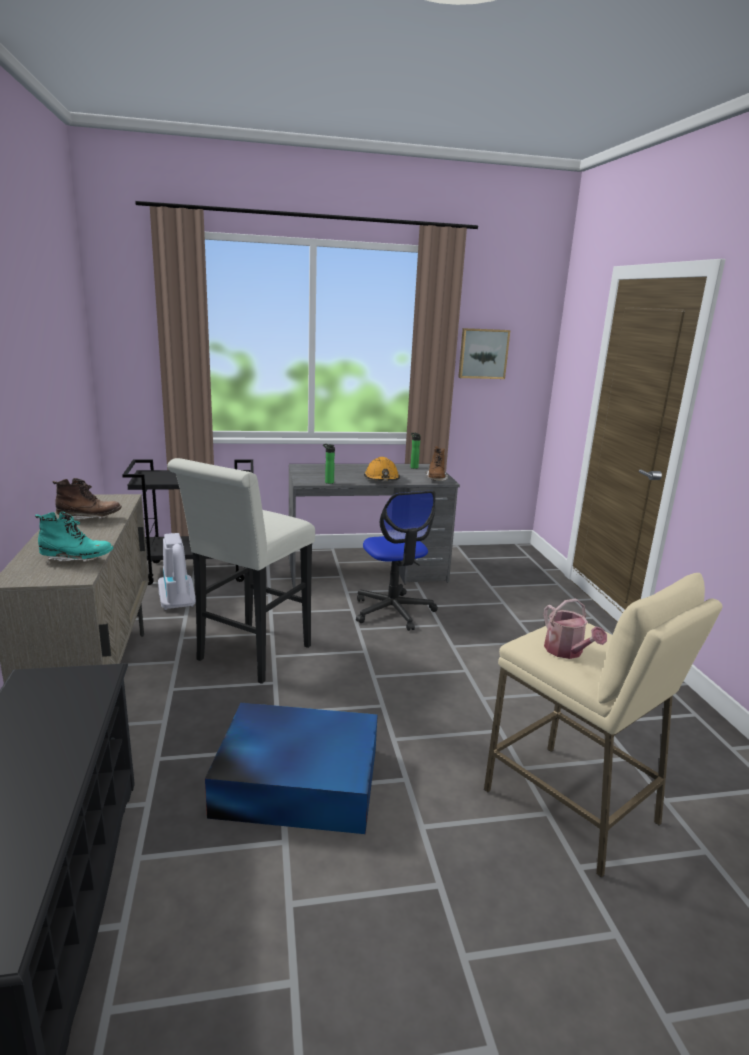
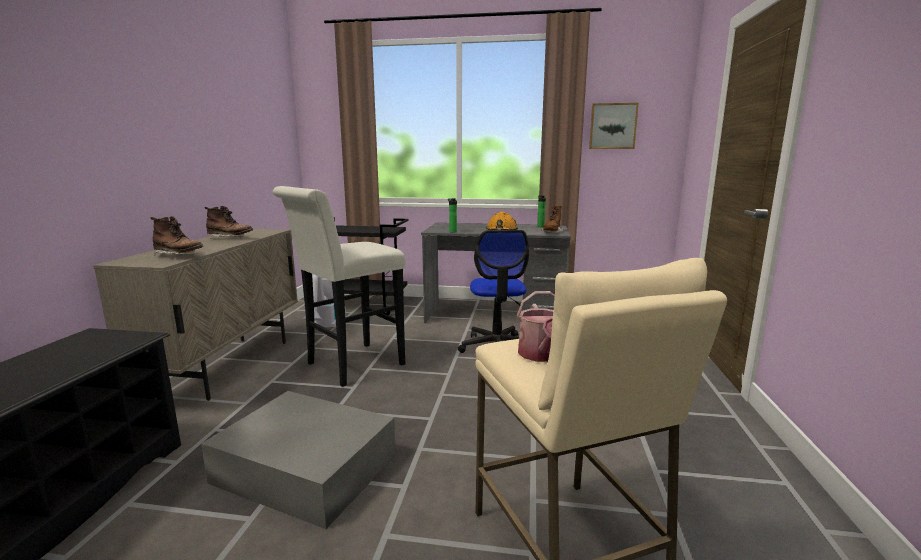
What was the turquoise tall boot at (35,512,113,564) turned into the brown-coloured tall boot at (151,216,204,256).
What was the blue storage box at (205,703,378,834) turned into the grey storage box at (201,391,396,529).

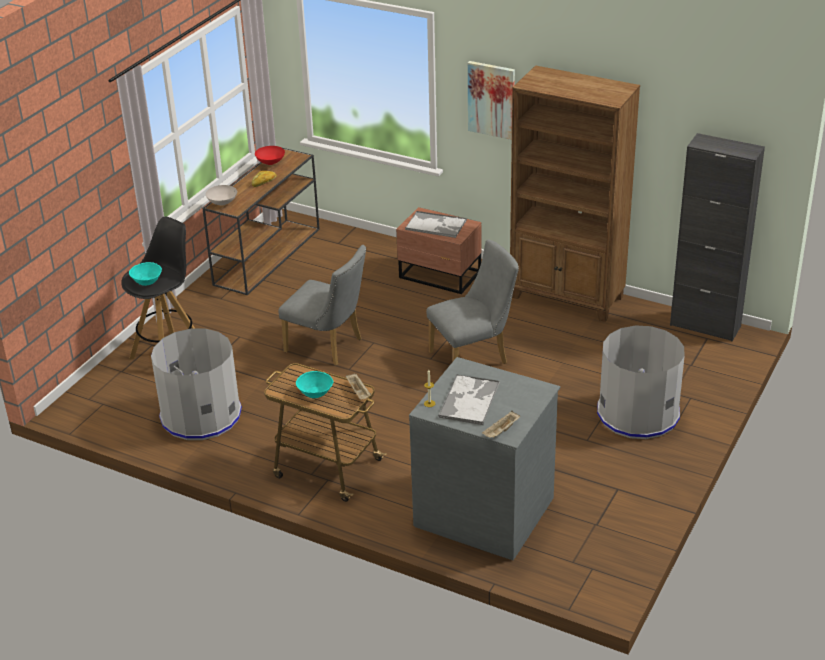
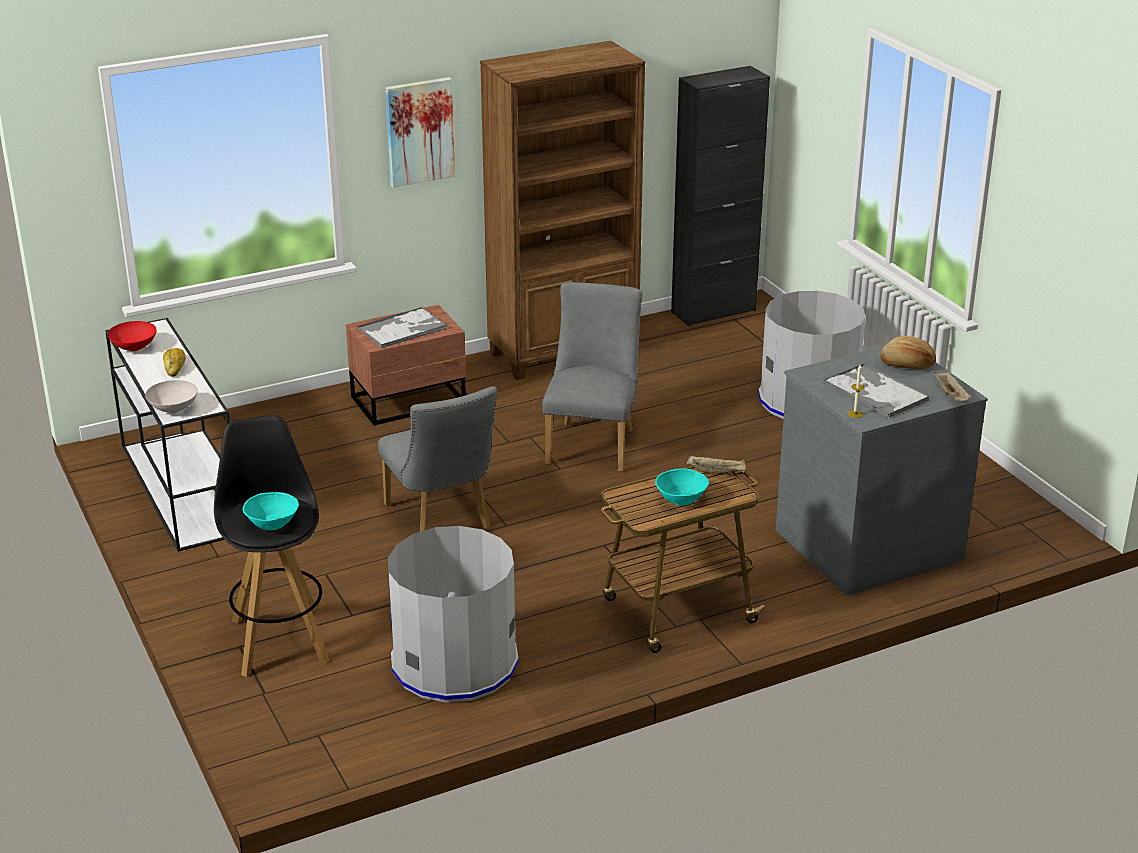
The second view gained the bakery bread at (880,336,936,369).
What was the brown-coloured console table at (203,148,320,295) turned into the whitish console table at (105,318,230,552).
The grey upright chair at (278,245,366,365) ended up facing another way, 90 degrees clockwise from before.

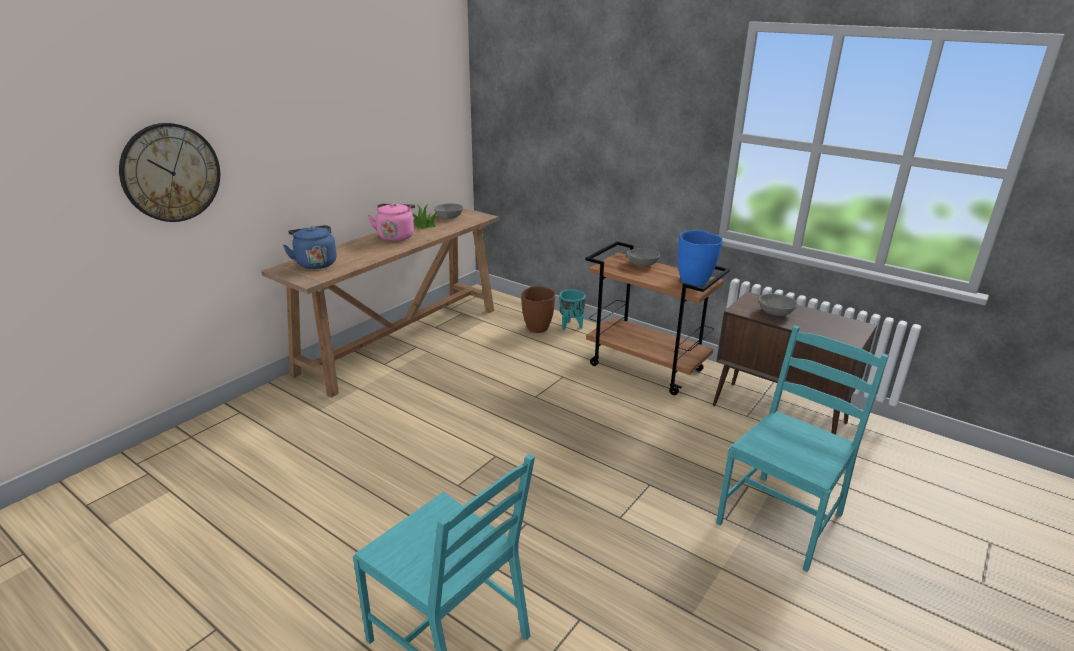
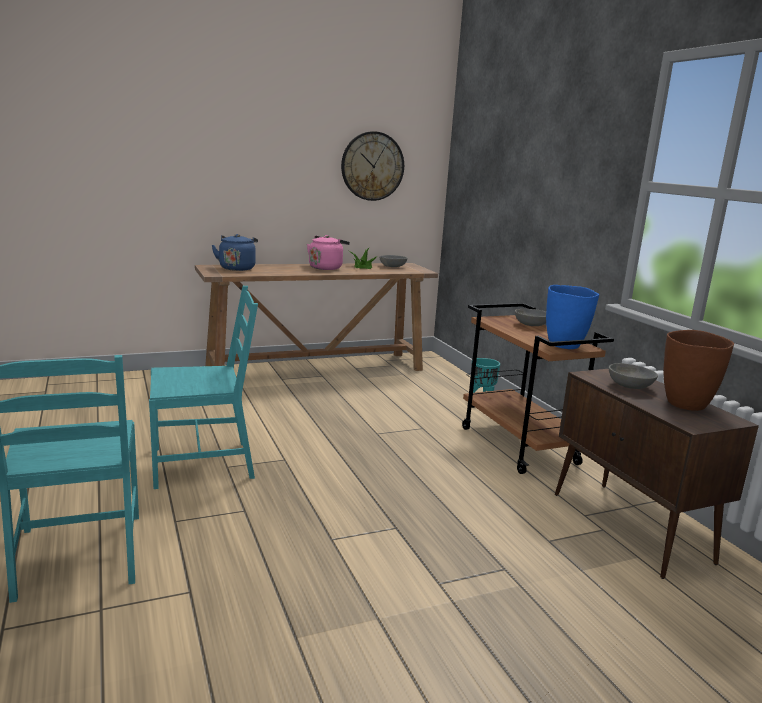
The clock on the wall ended up elsewhere, having gone from (119,123,220,222) to (341,131,404,201).
The brown-coloured vase ended up elsewhere, having gone from (521,286,555,333) to (663,330,734,411).
The turquoise upright chair ended up elsewhere, having gone from (716,326,889,572) to (149,286,258,489).

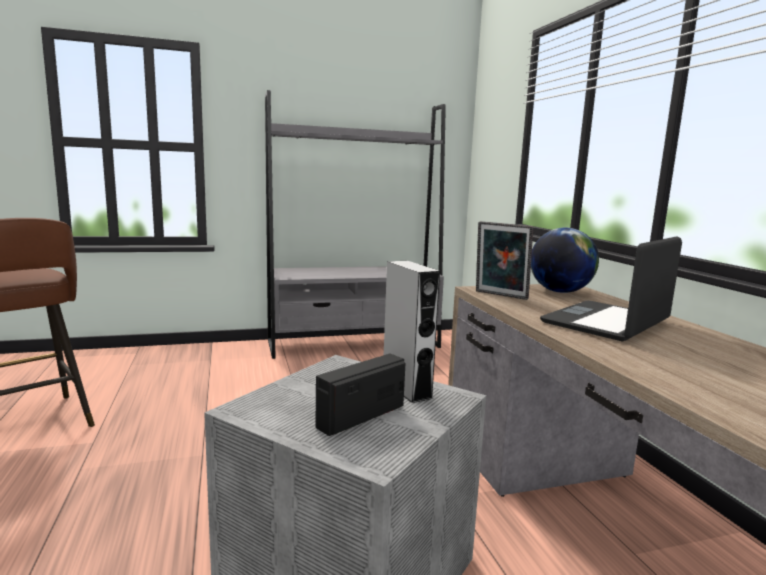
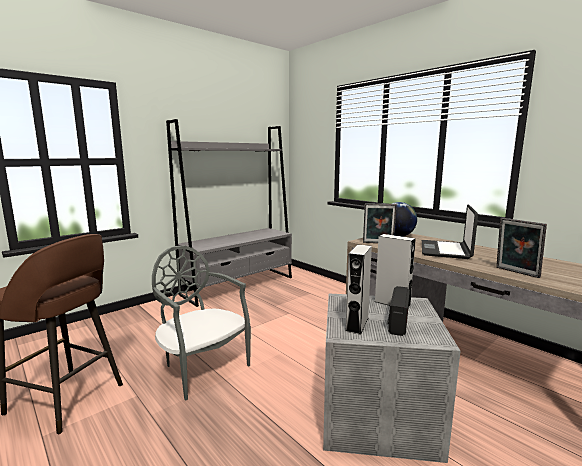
The second view gained the grey upright chair at (152,246,251,400).
The second view gained the grey speaker at (345,244,372,335).
The second view gained the standing frame at (496,218,547,278).

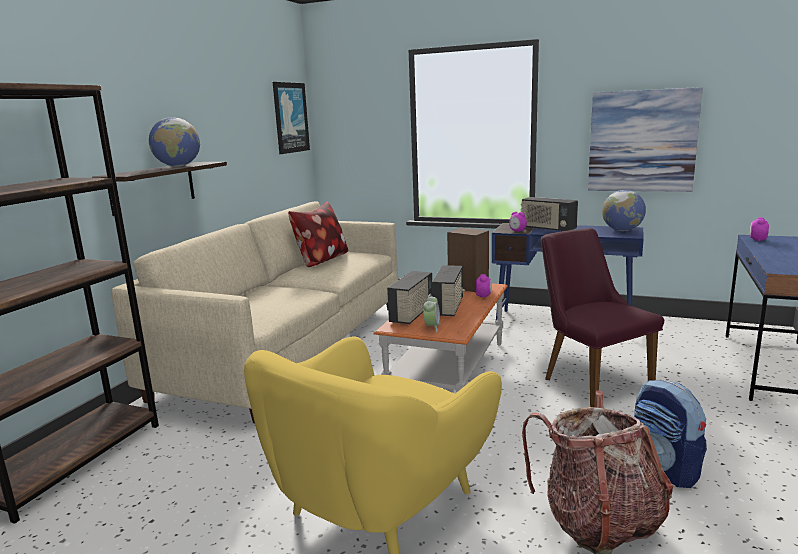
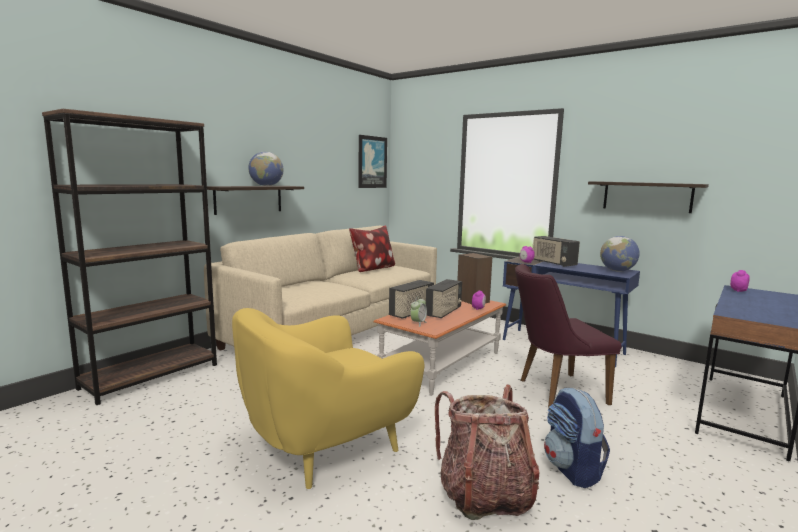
Where the wall art hung at (588,87,703,192), the wall shelf came to hang at (588,181,709,213).
The purple-coloured upright chair at (541,228,664,408) ended up facing another way, 90 degrees counterclockwise from before.

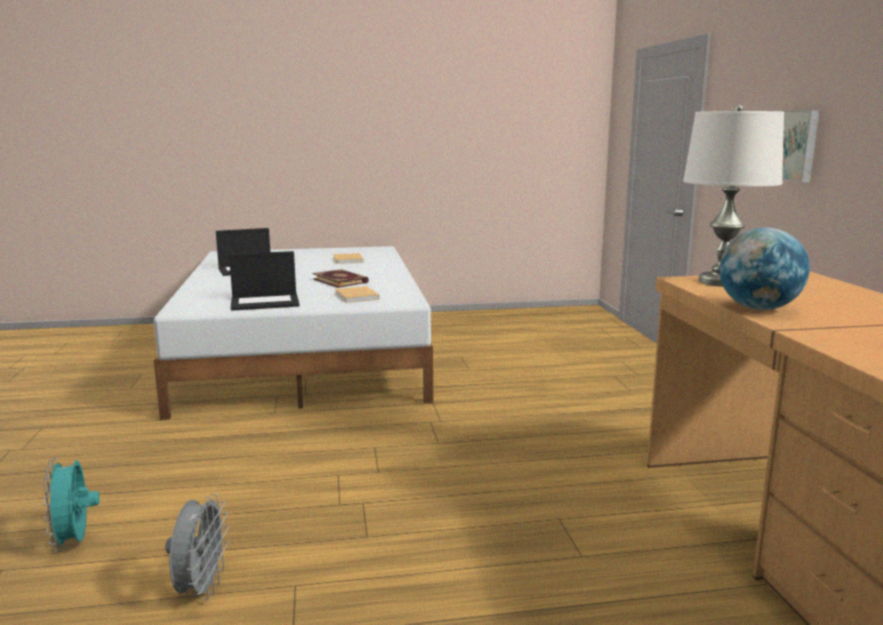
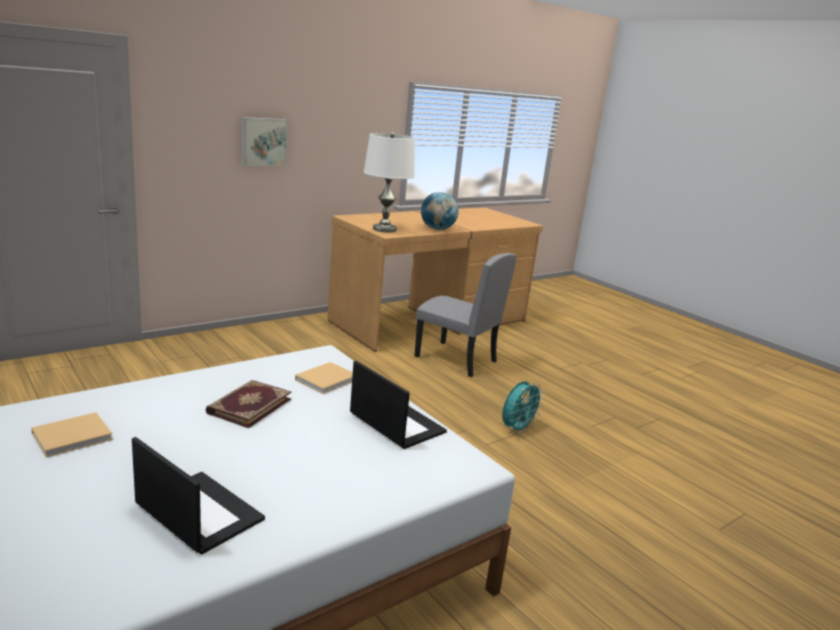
The second view lost the grey cooling fan at (165,493,229,600).
The second view gained the grey upright chair at (415,253,517,377).
The turquoise cooling fan ended up elsewhere, having gone from (43,457,100,551) to (502,381,544,435).

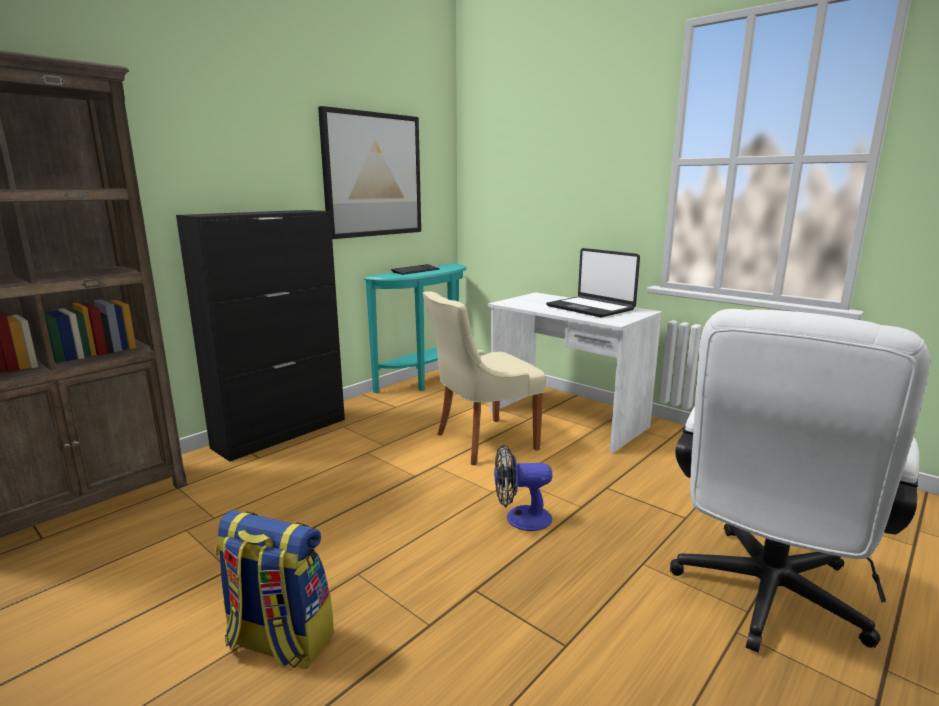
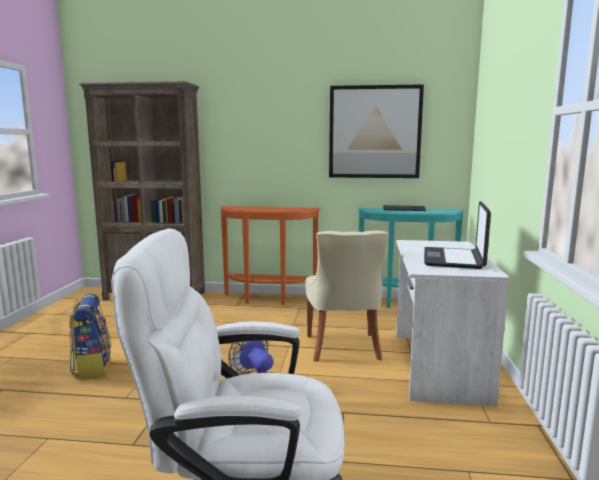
Where the blackish cupboard stood at (176,210,345,462), the orange-coloured console table came to stand at (220,206,320,305).
The sand-coloured upright chair at (423,291,546,465) ended up facing another way, 120 degrees counterclockwise from before.

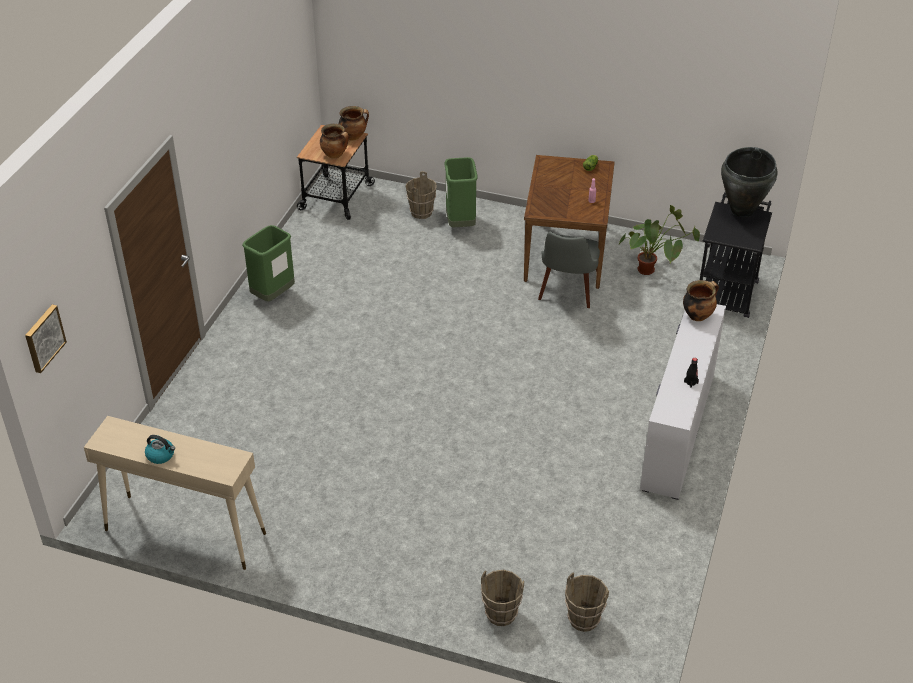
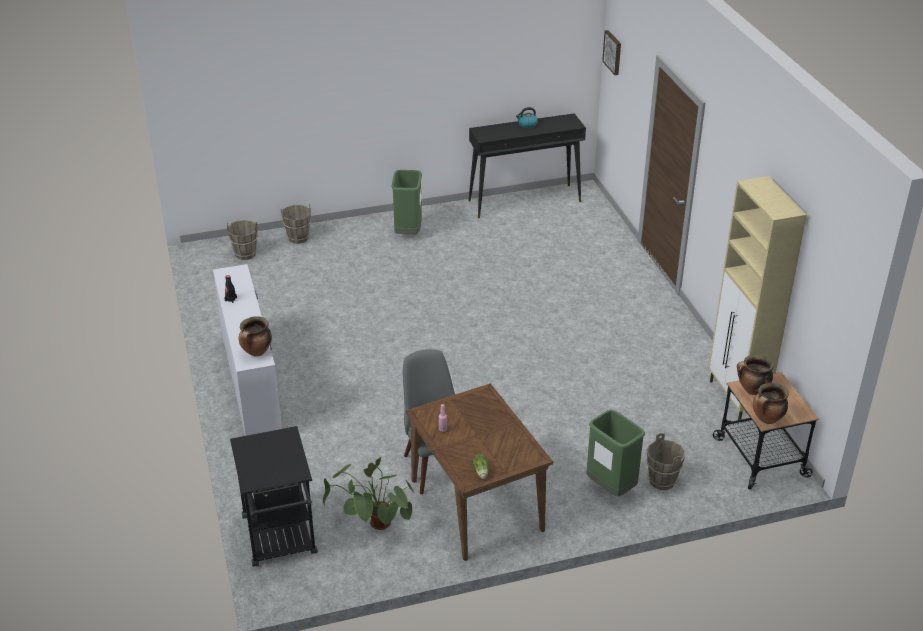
The second view lost the blackish vase at (721,147,778,218).
The second view gained the sand-coloured cupboard at (708,176,807,420).
The green trash can ended up elsewhere, having gone from (242,225,295,302) to (392,170,422,234).
What was the sand-coloured console table at (84,416,266,570) turned into the blackish console table at (468,113,586,218).

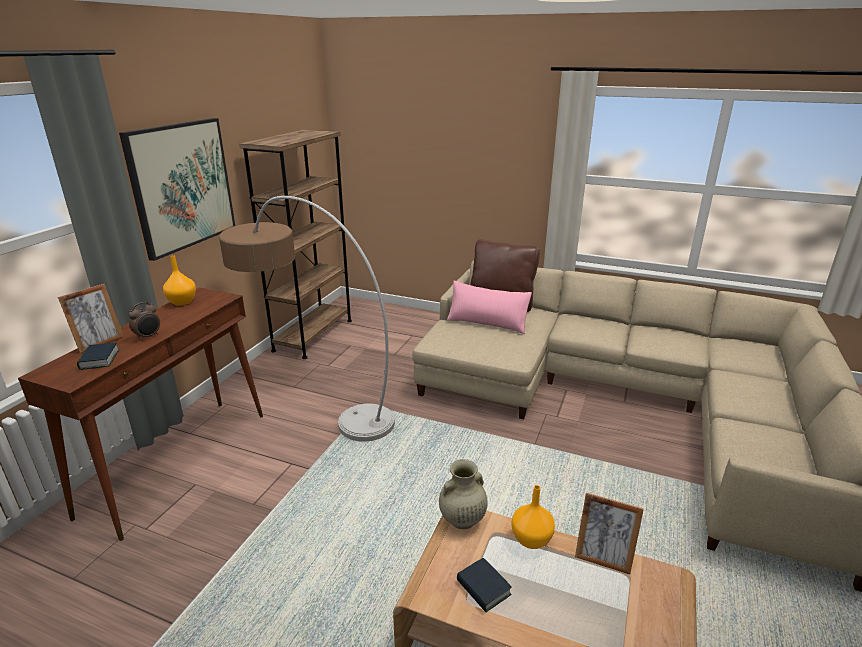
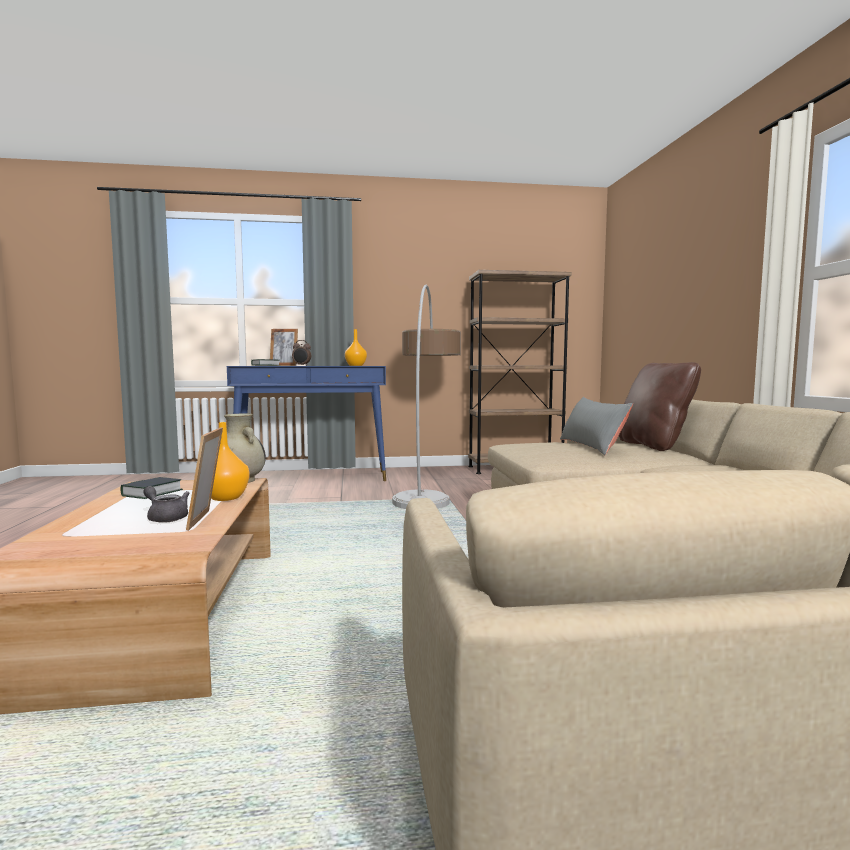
The second view lost the wall art at (119,118,235,261).
The second view gained the grey teapot at (143,486,189,523).
What was the brown-coloured console table at (18,288,263,541) turned into the blue console table at (227,366,386,481).
What was the pinkish pillow at (447,281,532,334) turned into the grey pillow at (560,397,633,455).

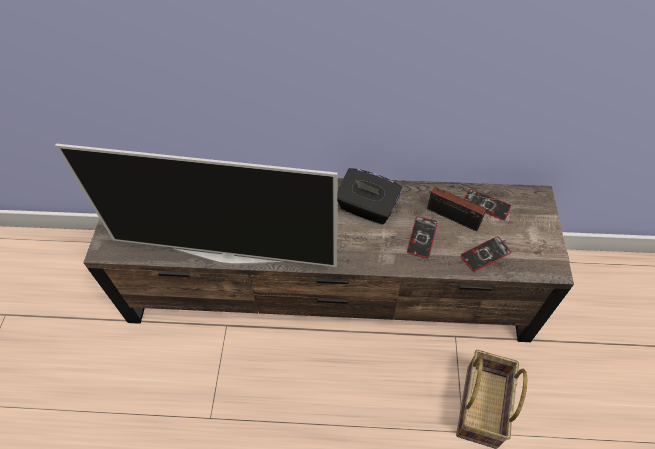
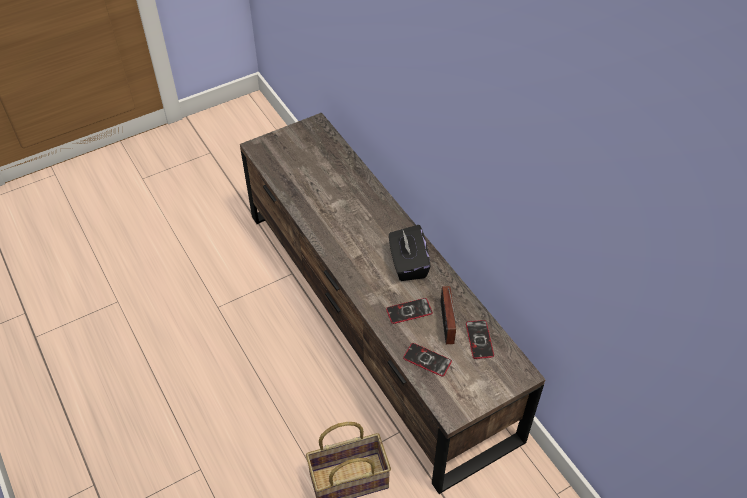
The second view lost the TV at (55,144,337,267).

